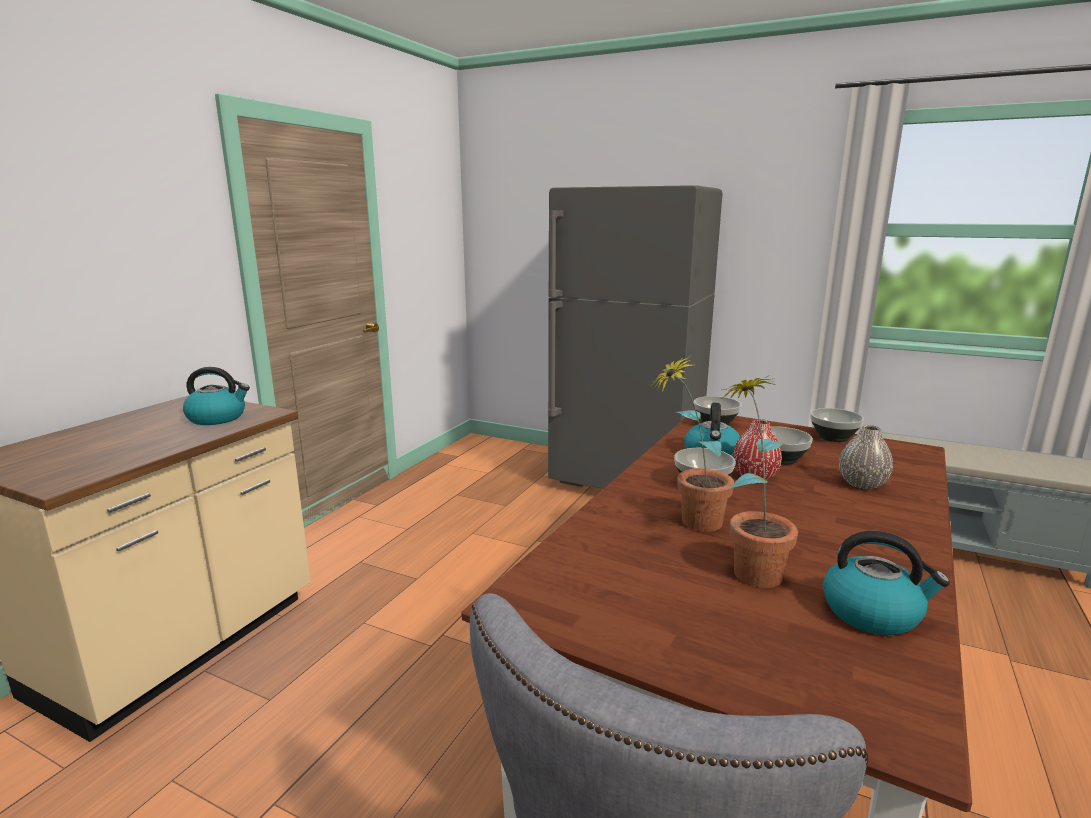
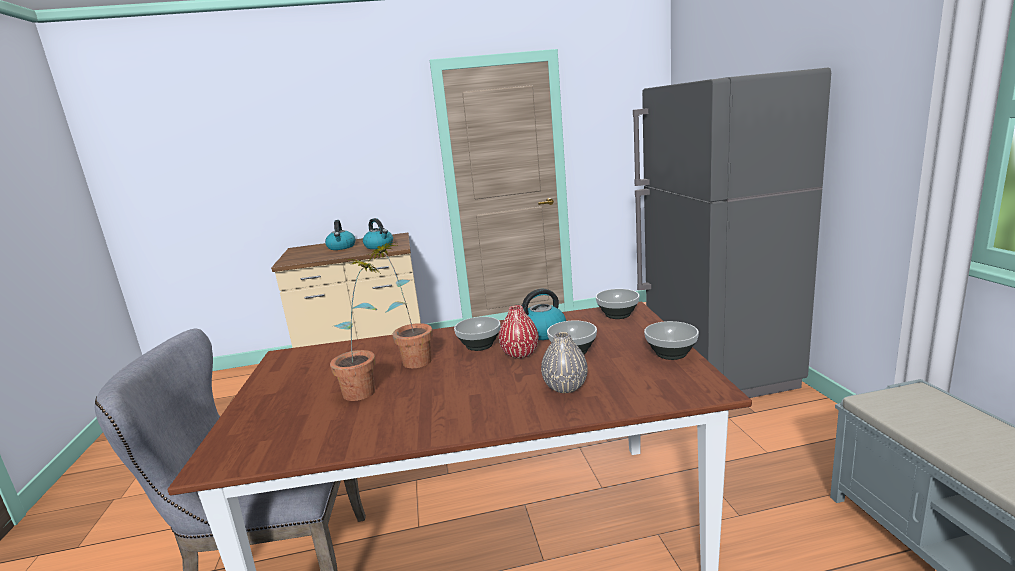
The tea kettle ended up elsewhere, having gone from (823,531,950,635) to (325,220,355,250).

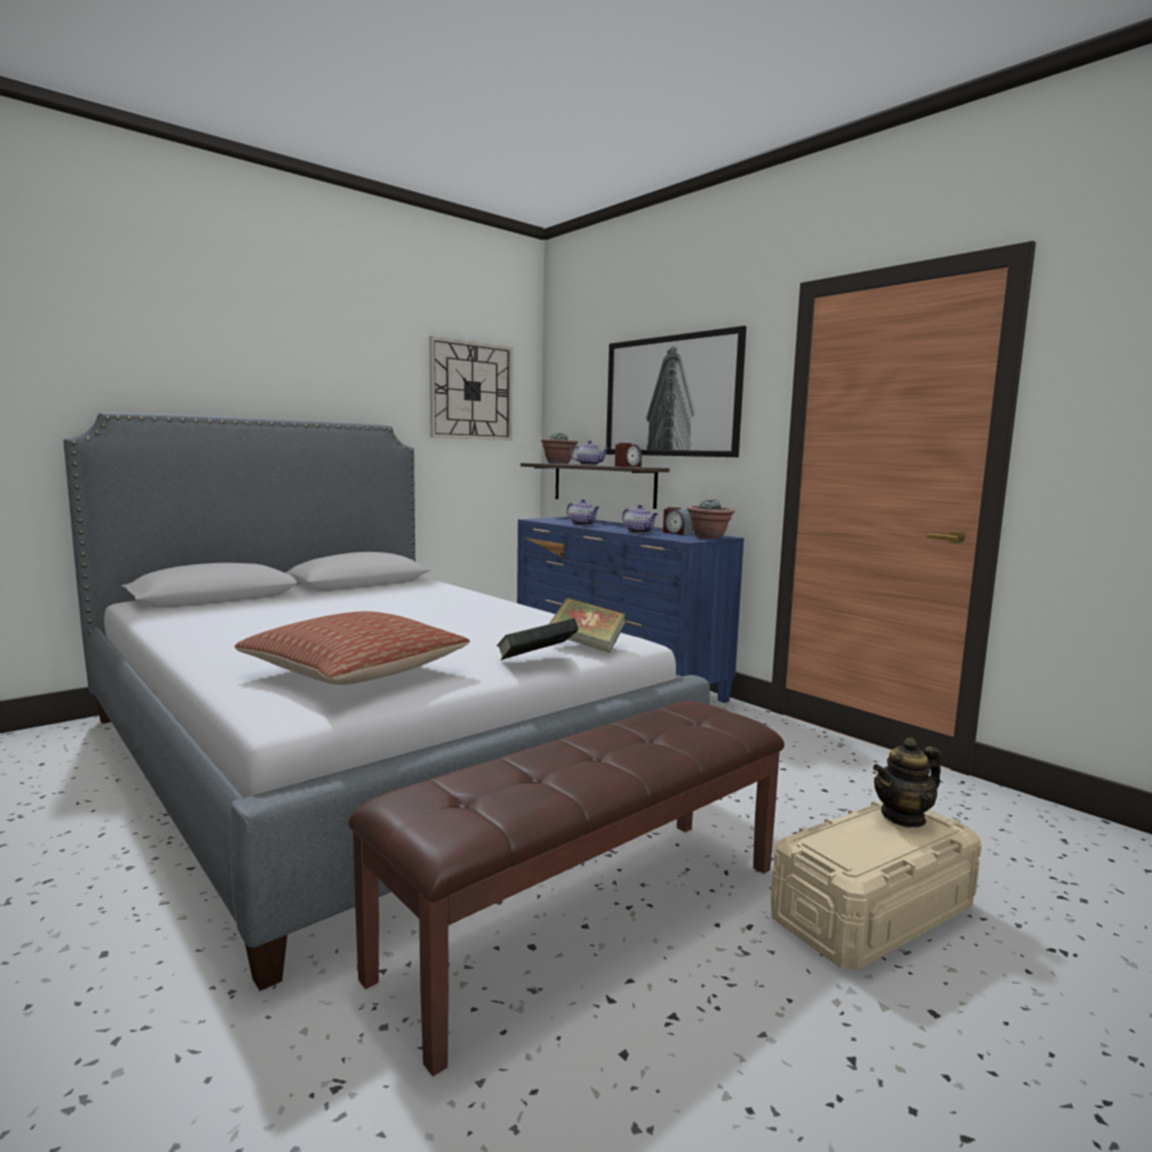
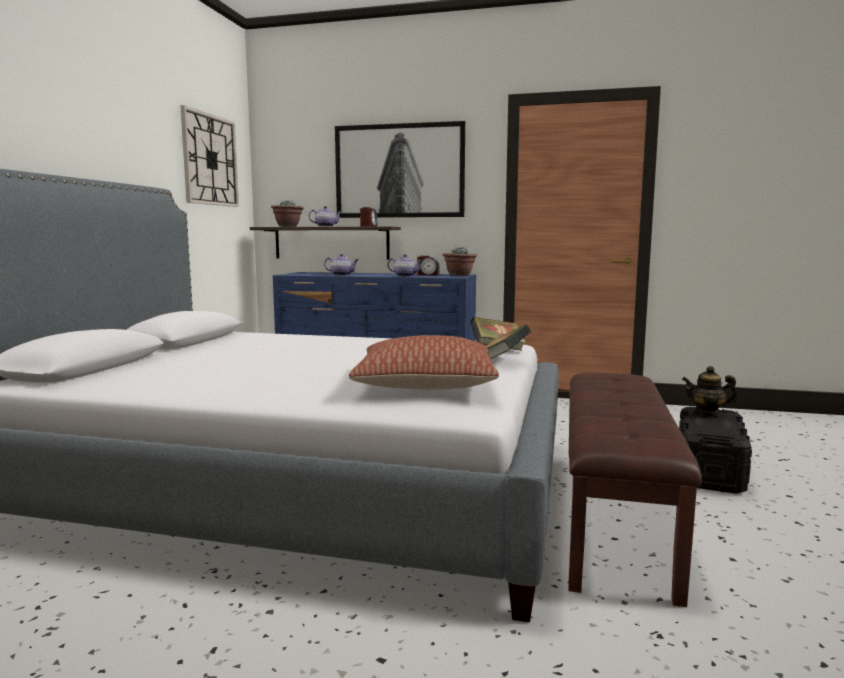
What was the sand-coloured storage box at (771,801,982,970) turned into the blackish storage box at (679,407,752,494).
The teapot at (873,738,941,827) ended up facing another way, 75 degrees clockwise from before.

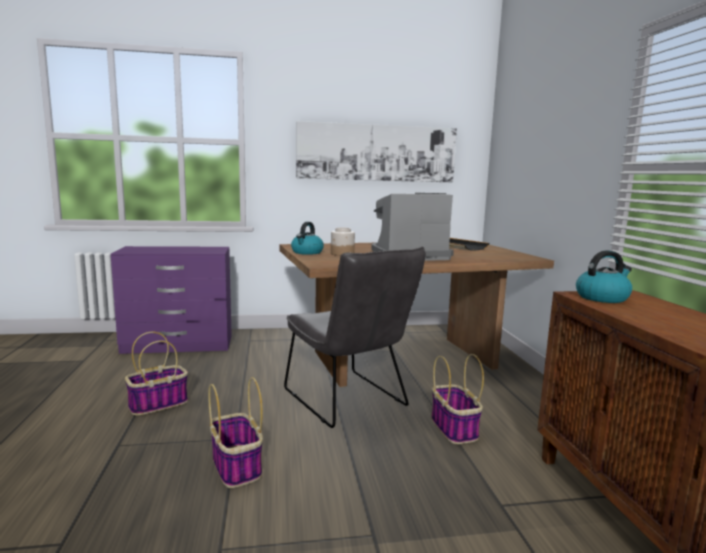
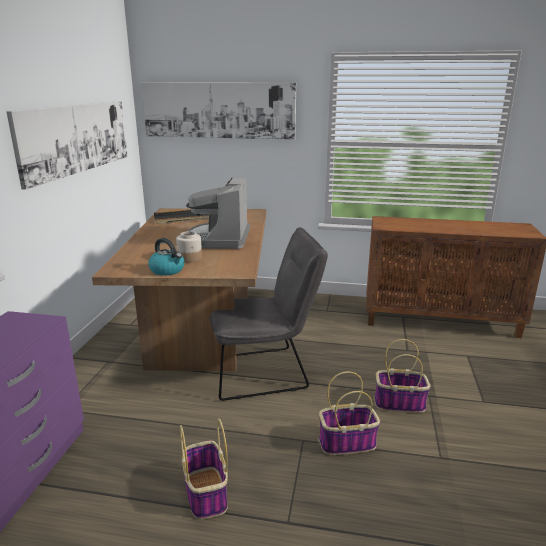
The second view lost the tea kettle at (576,250,632,303).
The second view gained the wall art at (141,83,296,140).
The storage basket ended up elsewhere, having gone from (431,354,484,444) to (375,339,430,413).

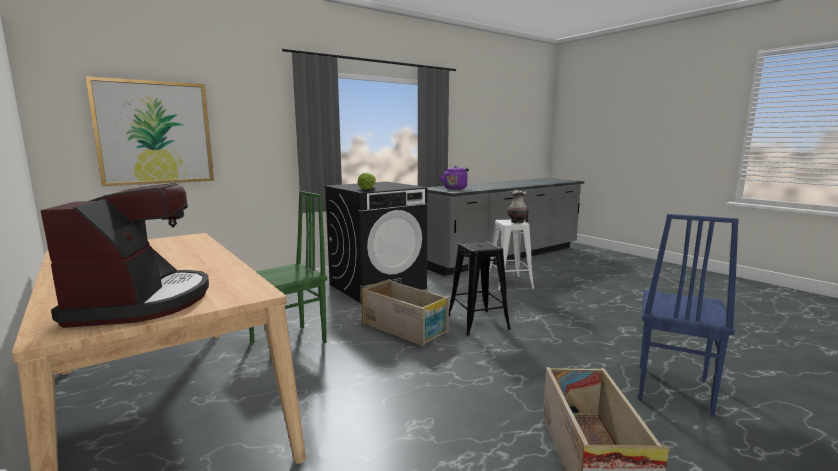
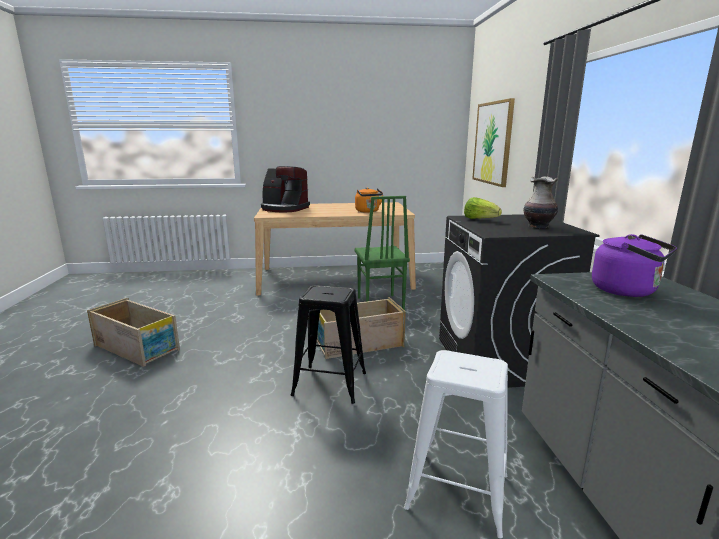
The second view lost the blue upright chair at (638,214,739,417).
The second view gained the orange-coloured tea kettle at (355,187,383,213).
The vase ended up elsewhere, having gone from (507,190,529,223) to (523,176,558,228).

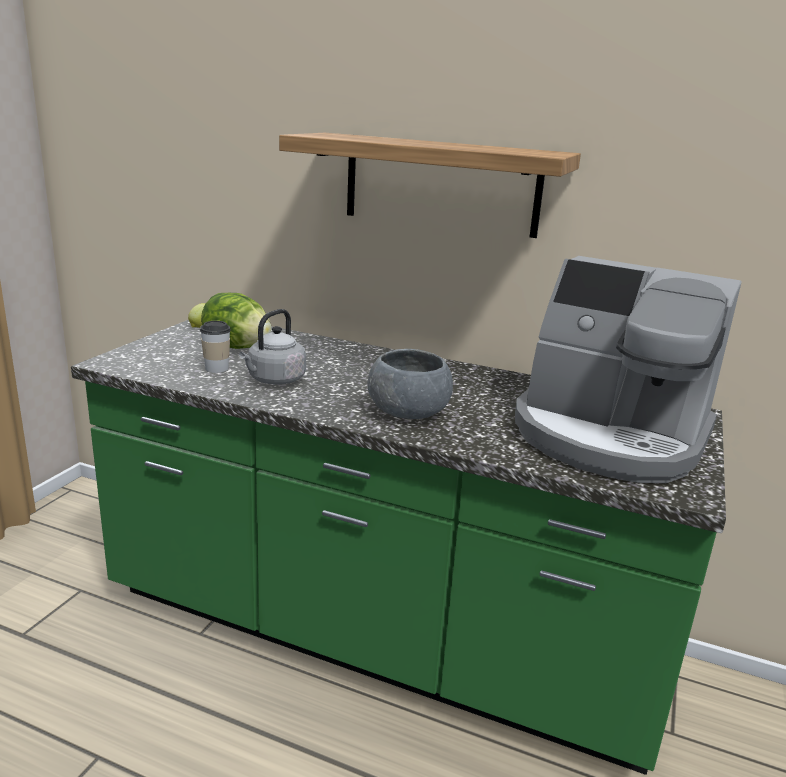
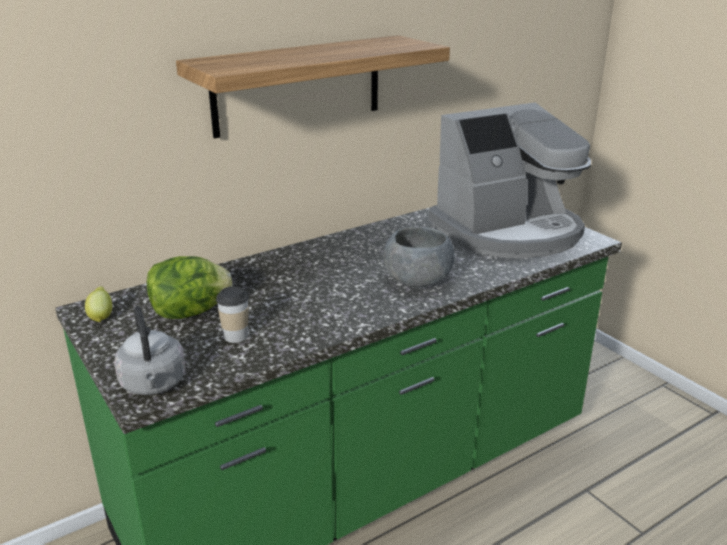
The grey tea kettle ended up elsewhere, having gone from (239,309,306,385) to (114,306,186,395).

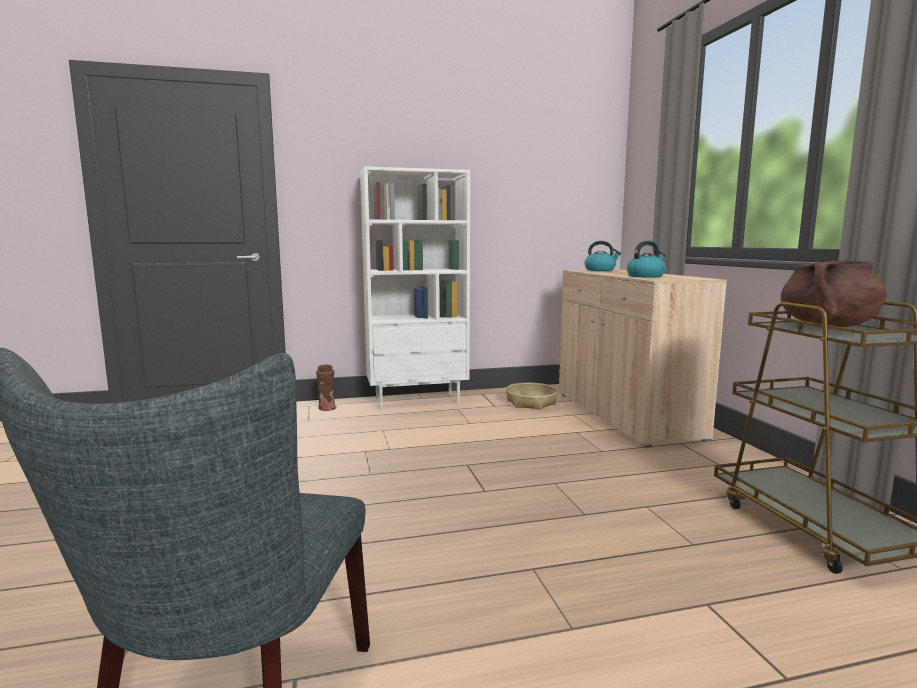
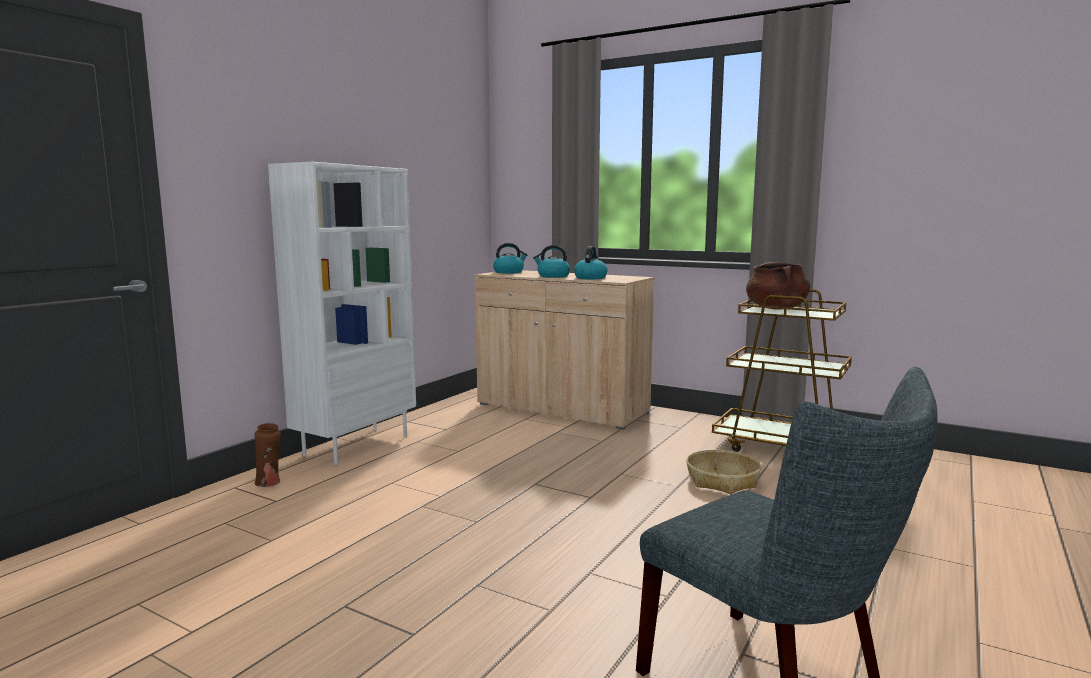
The second view gained the tea kettle at (533,245,570,278).
The storage basket ended up elsewhere, having gone from (506,383,558,410) to (686,450,761,494).

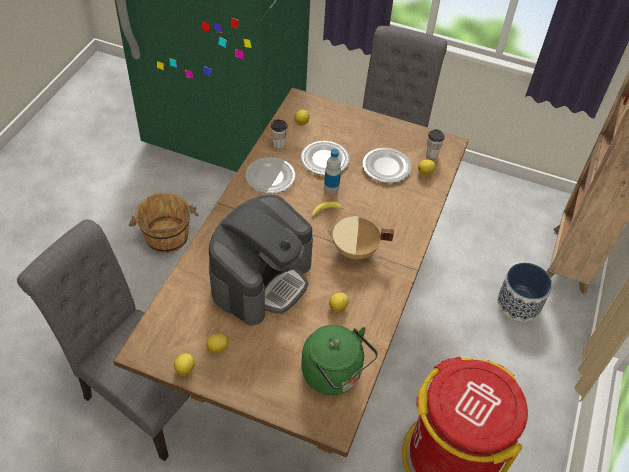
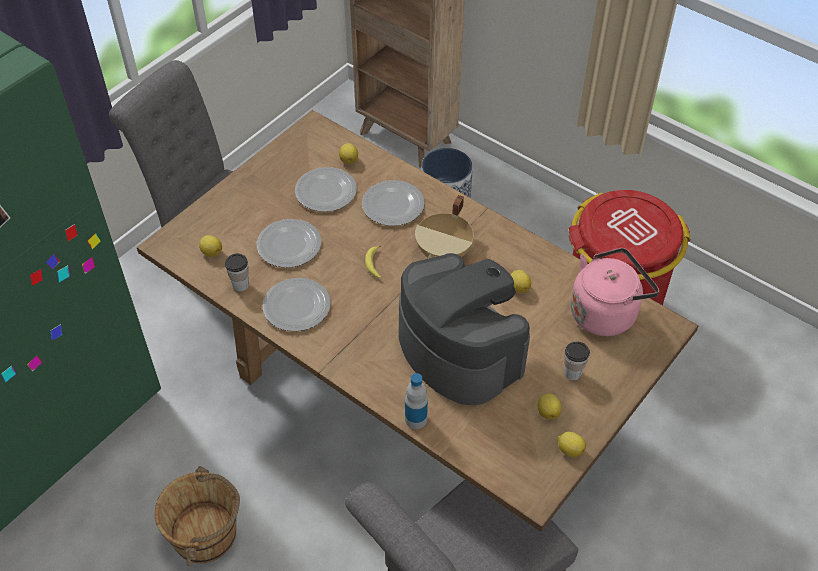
The second view gained the plate at (362,180,425,226).
The beverage bottle ended up elsewhere, having gone from (324,149,341,193) to (405,373,428,429).
The small cup ended up elsewhere, having gone from (426,129,445,158) to (564,341,590,380).
What was the green tea kettle at (301,325,378,395) turned into the pinkish tea kettle at (571,248,659,336).

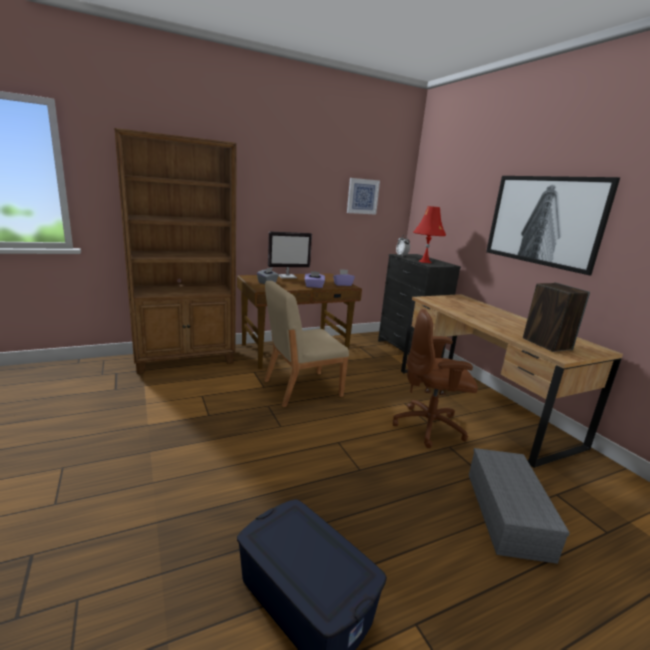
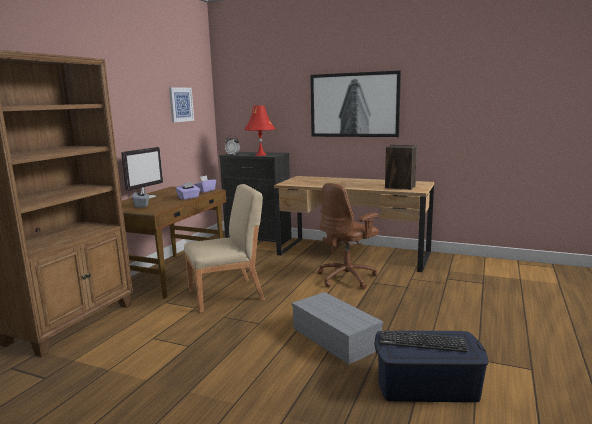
The second view gained the keyboard at (380,331,468,352).
The grey storage box ended up elsewhere, having gone from (469,448,570,564) to (292,292,383,365).
The sand-coloured upright chair at (264,281,349,407) ended up facing another way, 135 degrees counterclockwise from before.

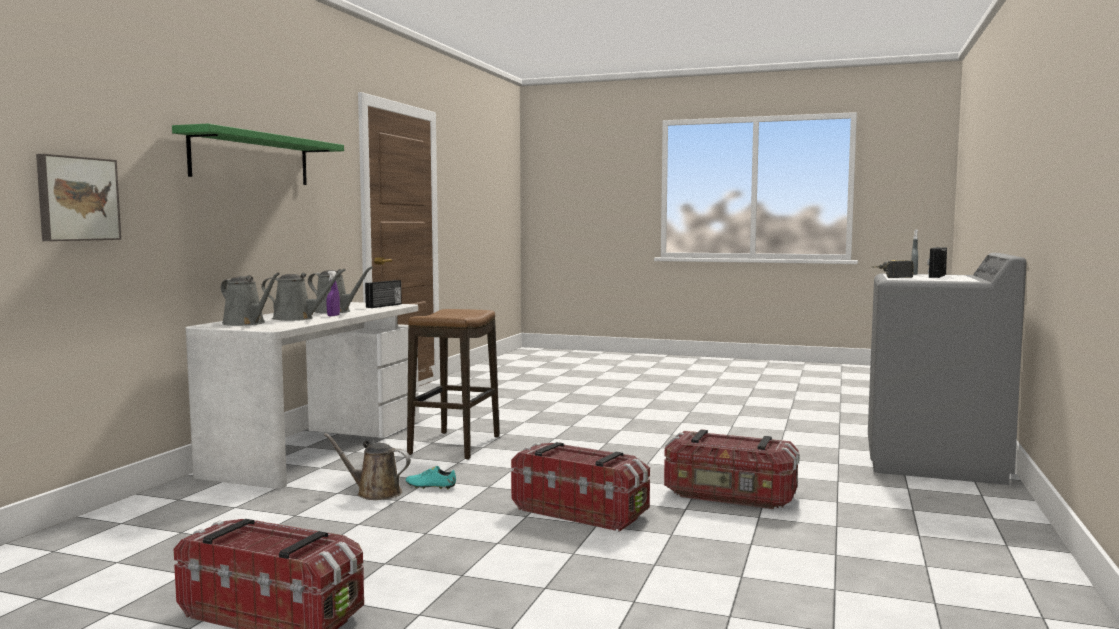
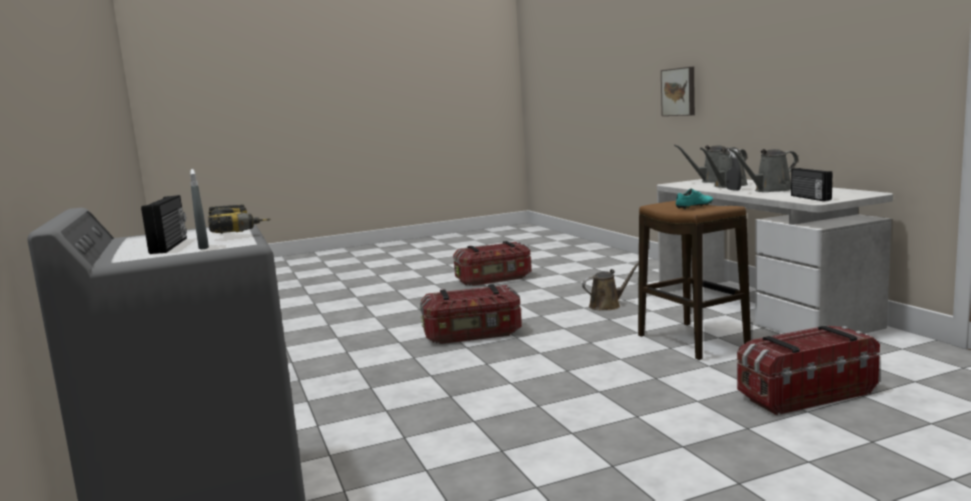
The second view lost the green wall shelf at (172,124,344,185).
The turquoise low shoe ended up elsewhere, having gone from (406,466,456,489) to (676,189,713,209).
The storage box ended up elsewhere, having gone from (664,429,799,509) to (737,326,880,415).
What was the purple-coloured spray bottle at (327,271,340,316) turned into the grey spray bottle at (726,149,741,191).

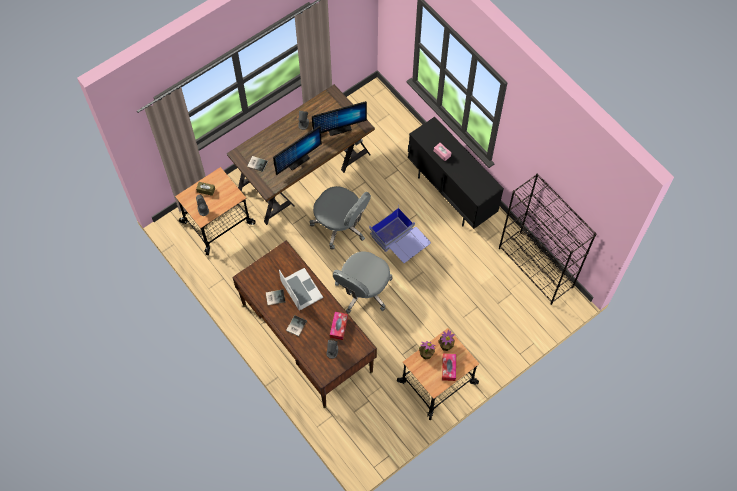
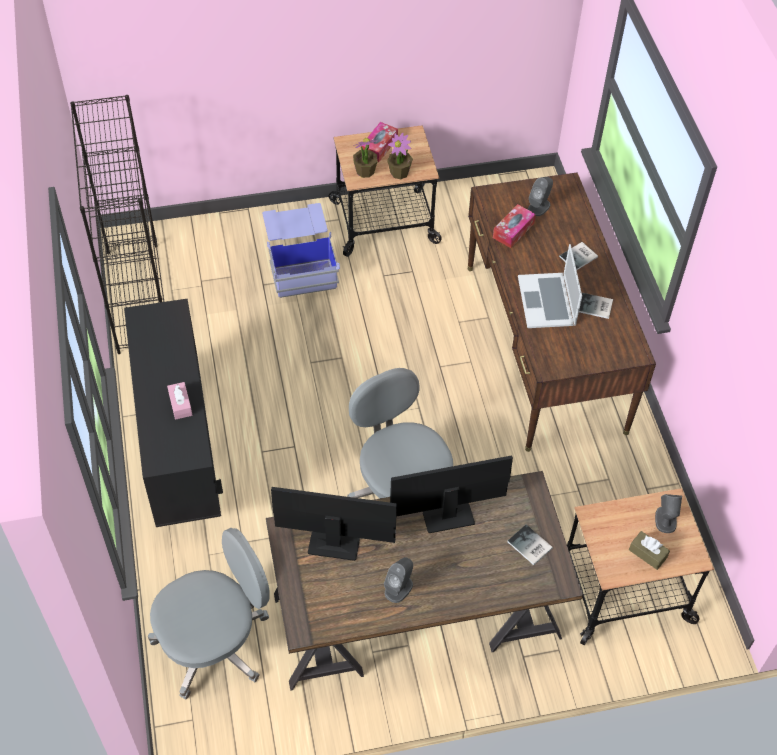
The grey office chair ended up elsewhere, having gone from (333,251,393,314) to (148,528,270,699).
The blue storage box ended up elsewhere, having gone from (369,205,431,263) to (262,203,340,298).

